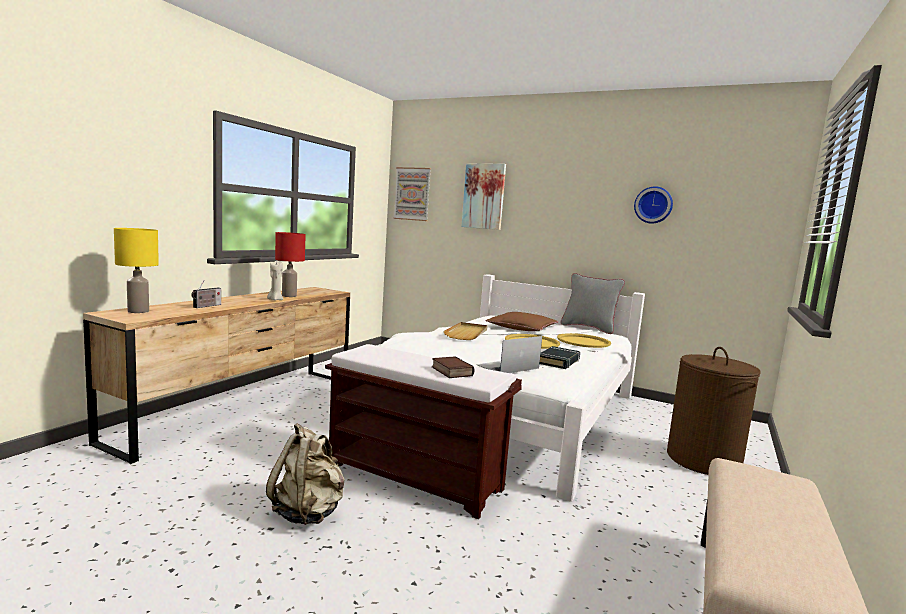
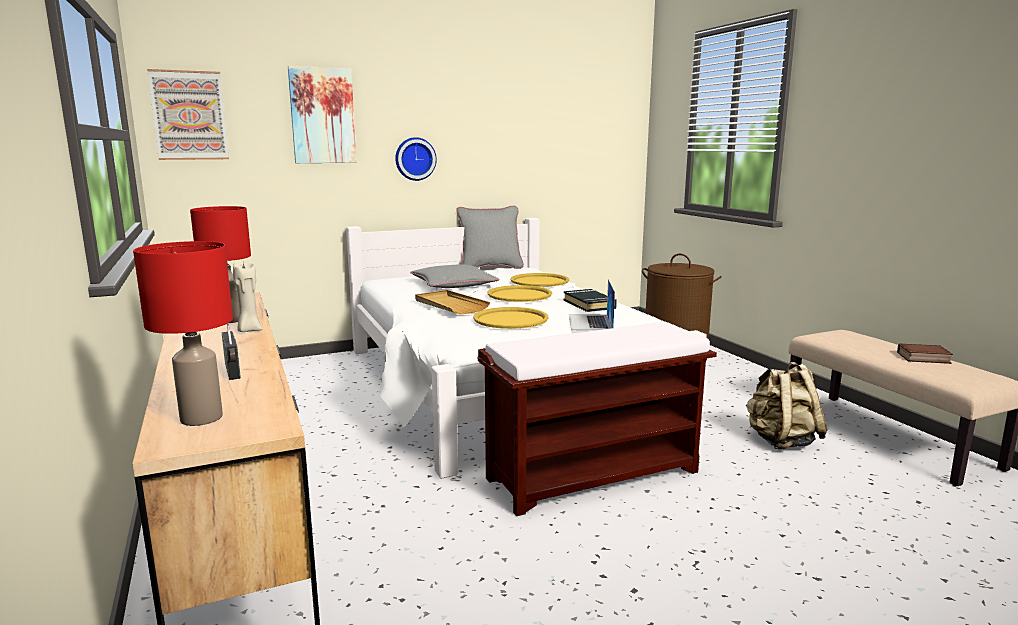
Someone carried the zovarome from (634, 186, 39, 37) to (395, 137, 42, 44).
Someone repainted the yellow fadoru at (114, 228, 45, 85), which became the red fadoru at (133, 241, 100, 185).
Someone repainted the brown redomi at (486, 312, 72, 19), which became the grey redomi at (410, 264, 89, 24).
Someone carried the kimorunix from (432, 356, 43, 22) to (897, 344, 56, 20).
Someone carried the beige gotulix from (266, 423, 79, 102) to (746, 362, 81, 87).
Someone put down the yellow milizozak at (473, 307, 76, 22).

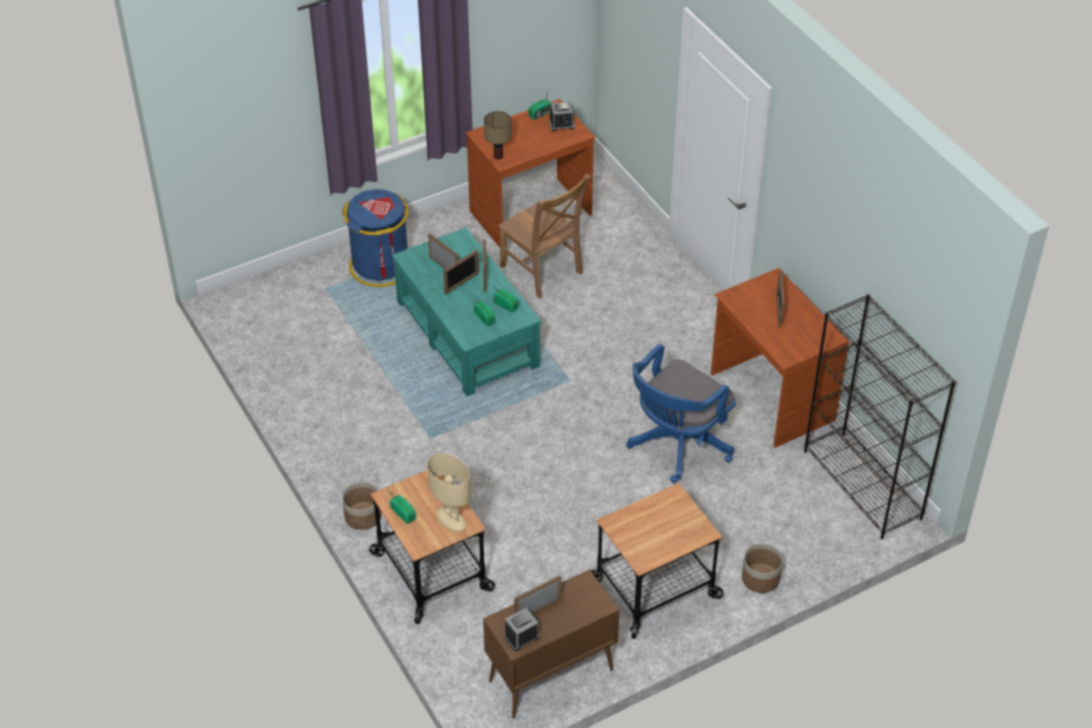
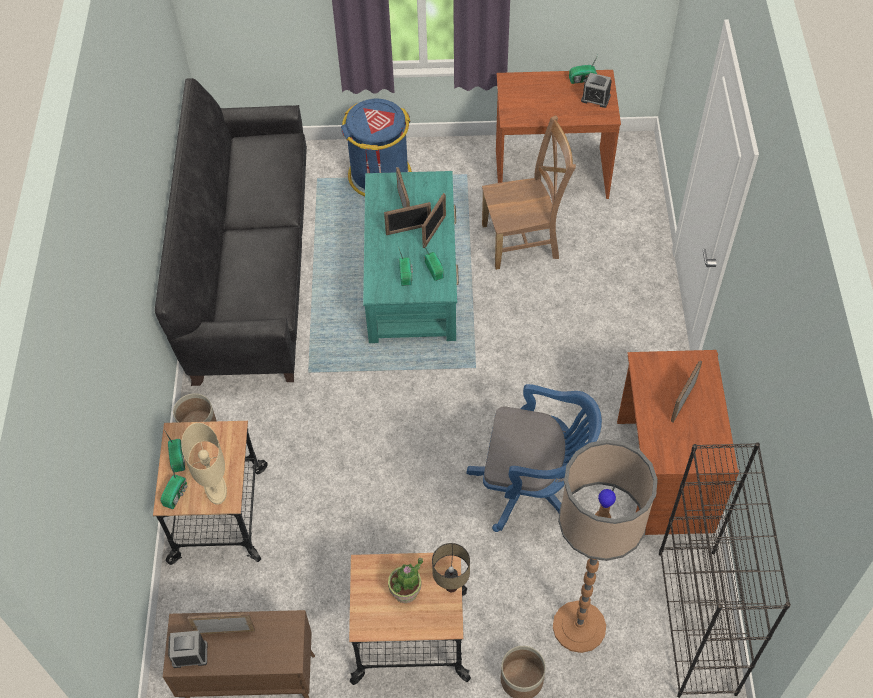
Someone carried the fadoru from (484, 111, 28, 48) to (432, 543, 38, 49).
Someone rotated the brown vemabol at (498, 174, 93, 125) by 90 degrees counterclockwise.
Someone rotated the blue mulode at (626, 344, 110, 139) by 150 degrees counterclockwise.
Someone put down the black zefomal at (155, 78, 152, 308).
Someone put down the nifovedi at (553, 439, 105, 214).
Someone put down the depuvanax at (161, 465, 26, 44).
Someone put down the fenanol at (388, 558, 35, 45).

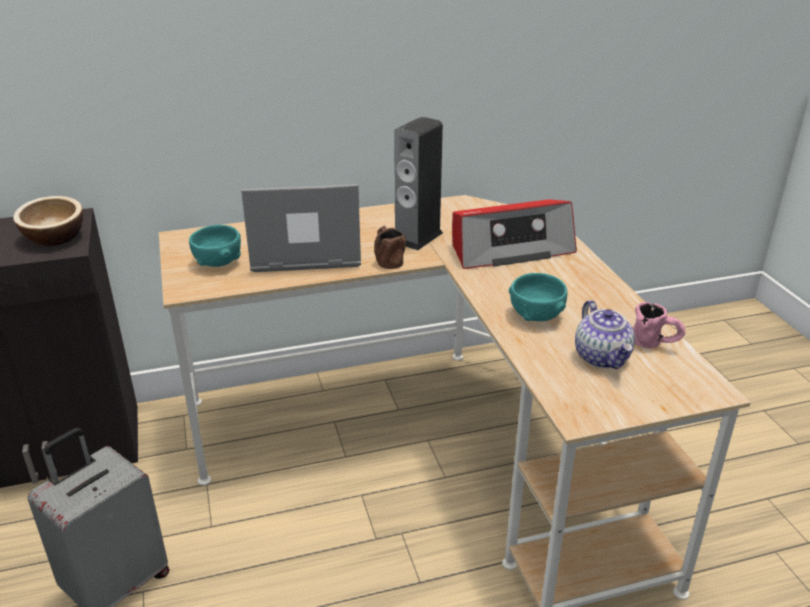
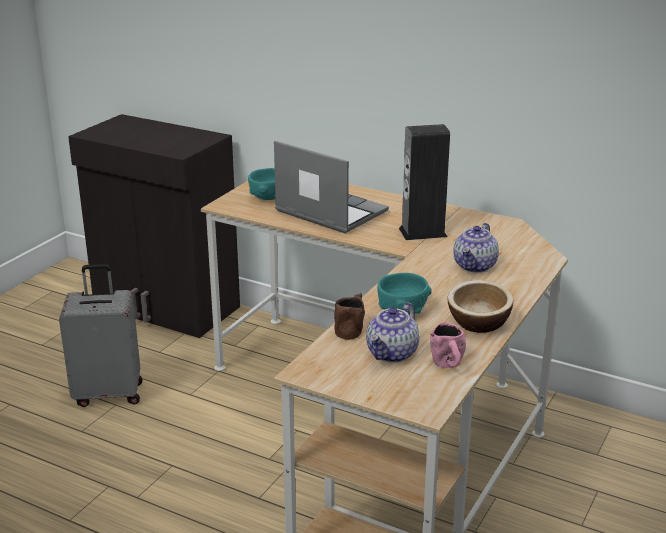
Someone carried the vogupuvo from (13, 196, 70, 50) to (448, 280, 65, 53).
Someone swapped the depuvanax at (452, 199, 125, 70) for the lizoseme at (453, 223, 46, 50).
Someone carried the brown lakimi from (374, 225, 32, 44) to (334, 293, 31, 47).

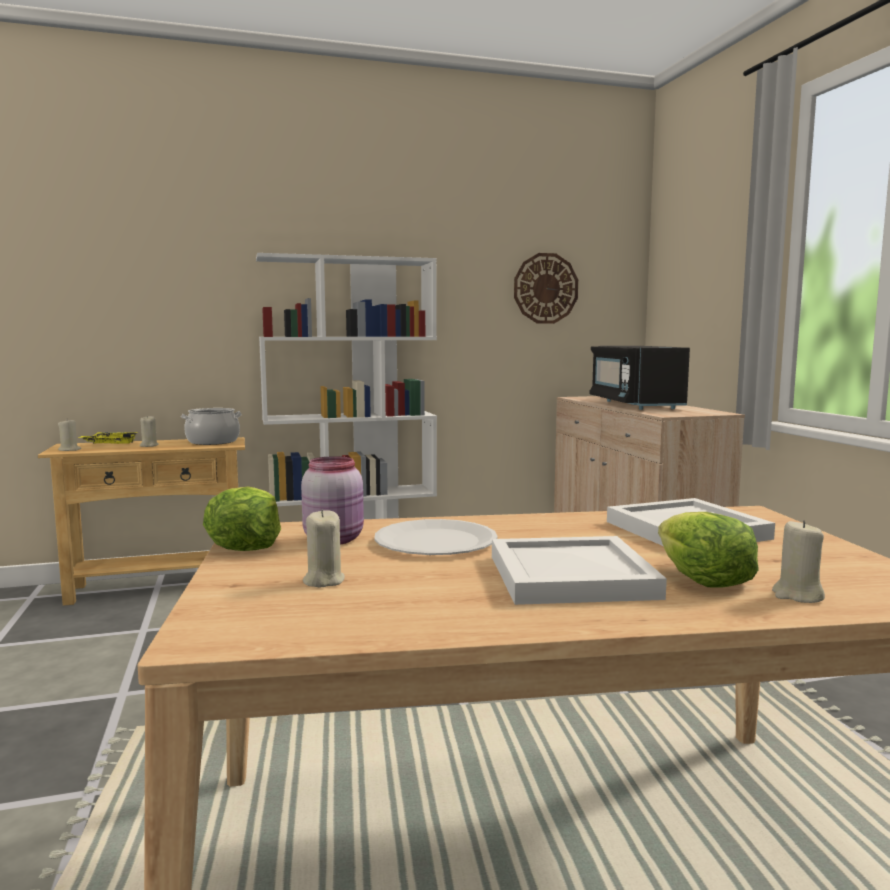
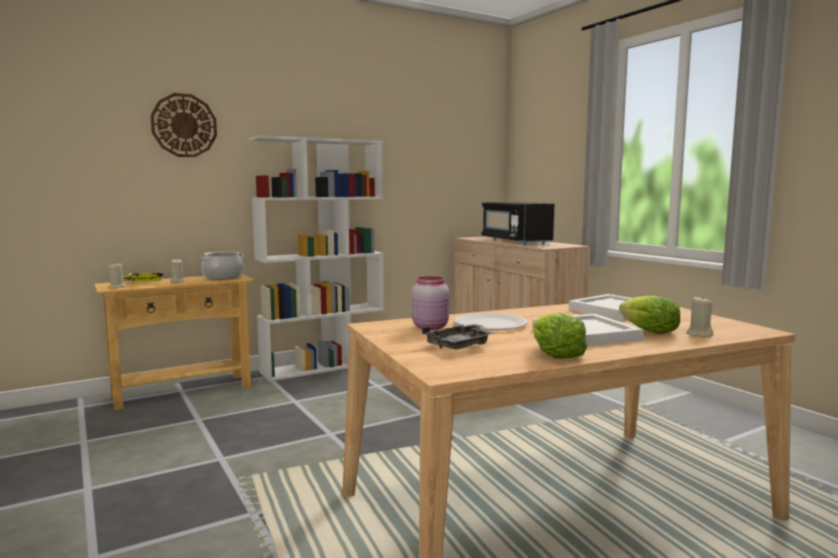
Someone carried the zovarome from (514, 253, 64, 71) to (151, 93, 66, 64).
Someone carried the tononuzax from (203, 487, 78, 64) to (533, 313, 54, 46).
Someone swapped the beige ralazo at (303, 510, 42, 77) for the grey milizozak at (422, 324, 73, 26).

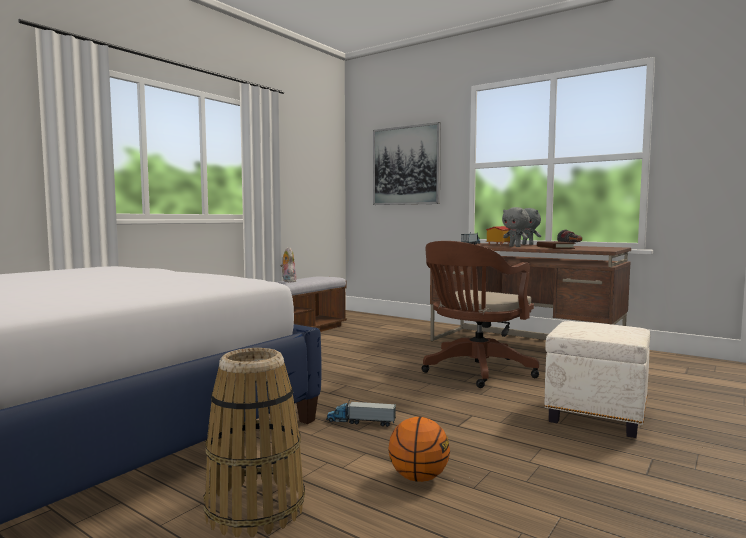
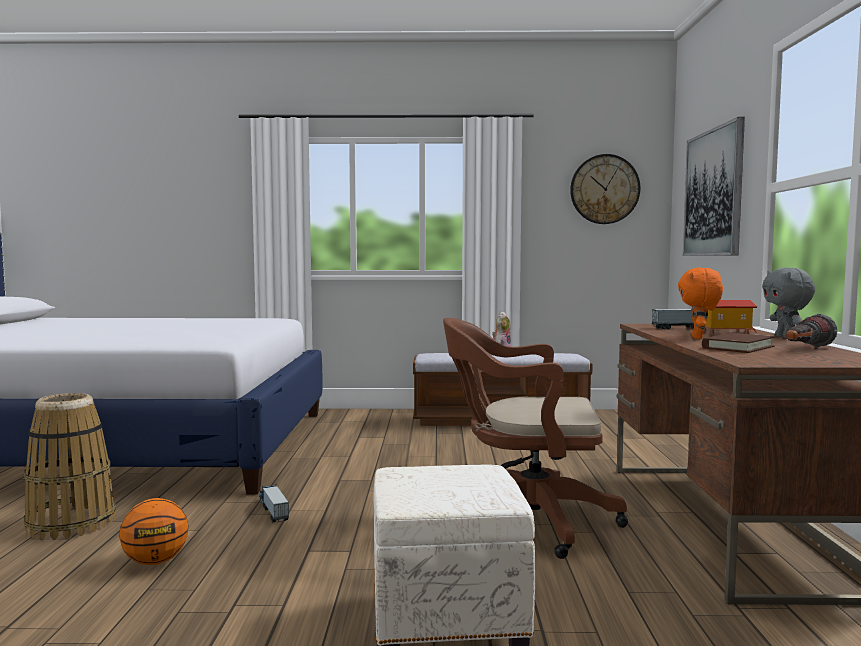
Someone repainted the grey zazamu at (502, 207, 28, 40), which became the orange zazamu at (678, 267, 45, 72).
Someone put up the zovarome at (570, 154, 70, 70).

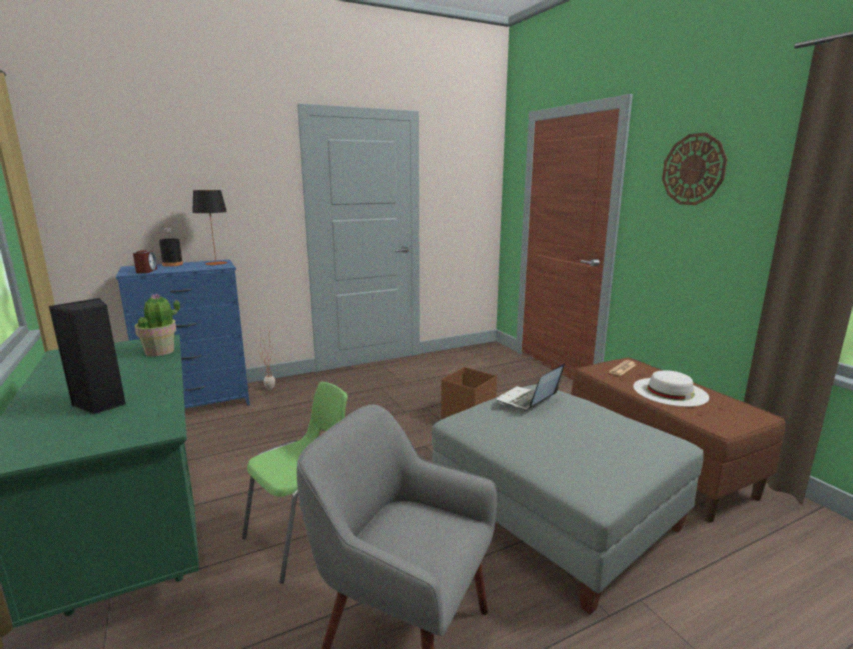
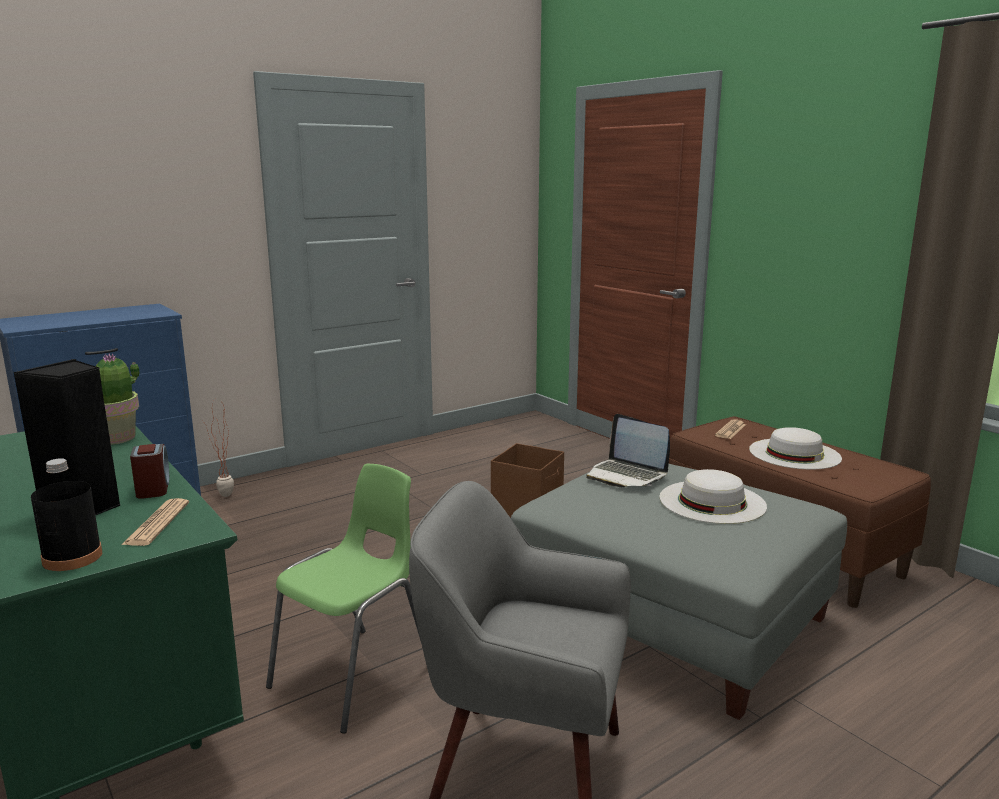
Someone took away the zovarome at (662, 133, 65, 72).
Someone took away the fadoru at (192, 190, 36, 75).
Someone carried the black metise from (159, 228, 24, 39) to (31, 458, 71, 113).
Someone carried the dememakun from (133, 250, 24, 23) to (130, 444, 40, 55).
Someone rotated the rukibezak at (497, 363, 68, 46) by 75 degrees counterclockwise.
Someone put down the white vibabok at (659, 469, 108, 55).
Someone put down the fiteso at (122, 498, 67, 48).

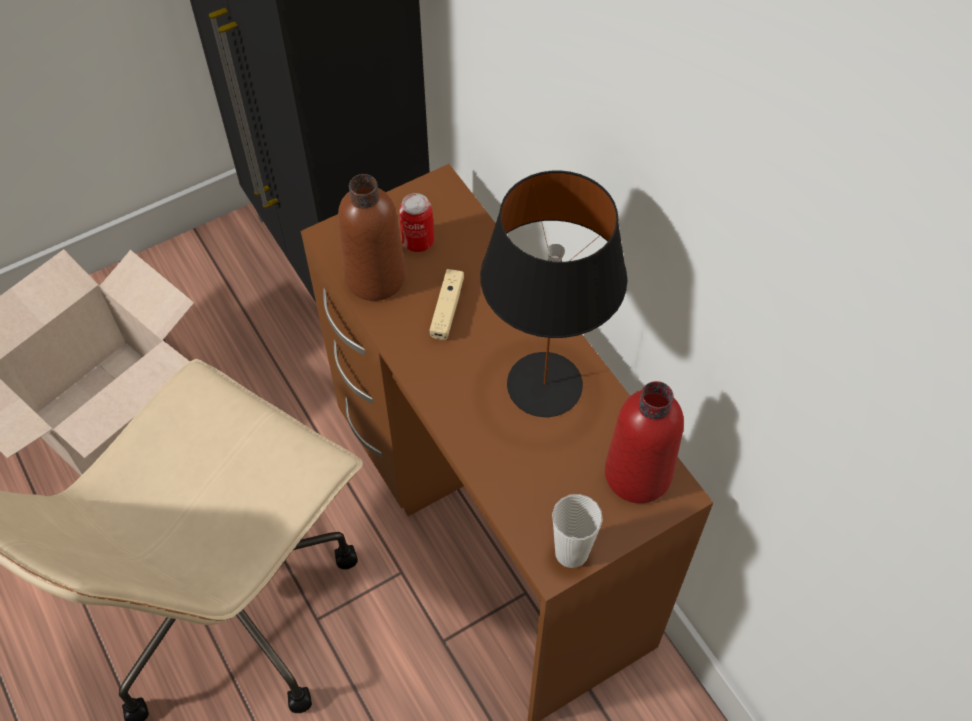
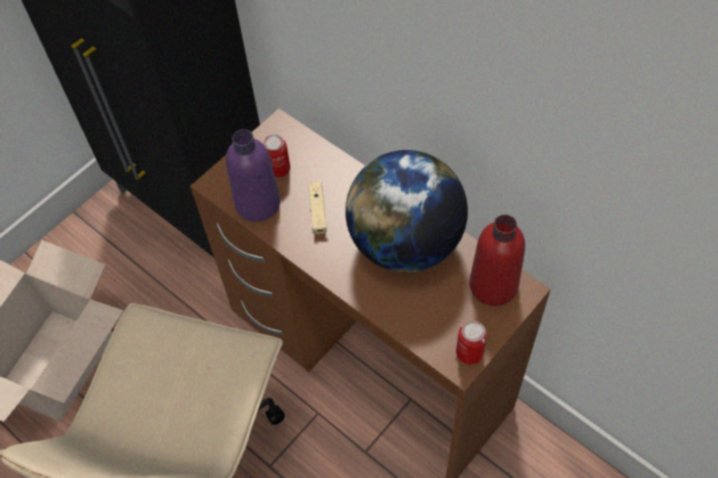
Someone swapped the black fadoru at (480, 170, 147, 247) for the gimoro at (345, 150, 123, 123).
Someone repainted the brown metise at (338, 174, 68, 127), which became the purple metise at (226, 129, 54, 93).
Someone swapped the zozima at (552, 494, 51, 74) for the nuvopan at (456, 320, 31, 44).

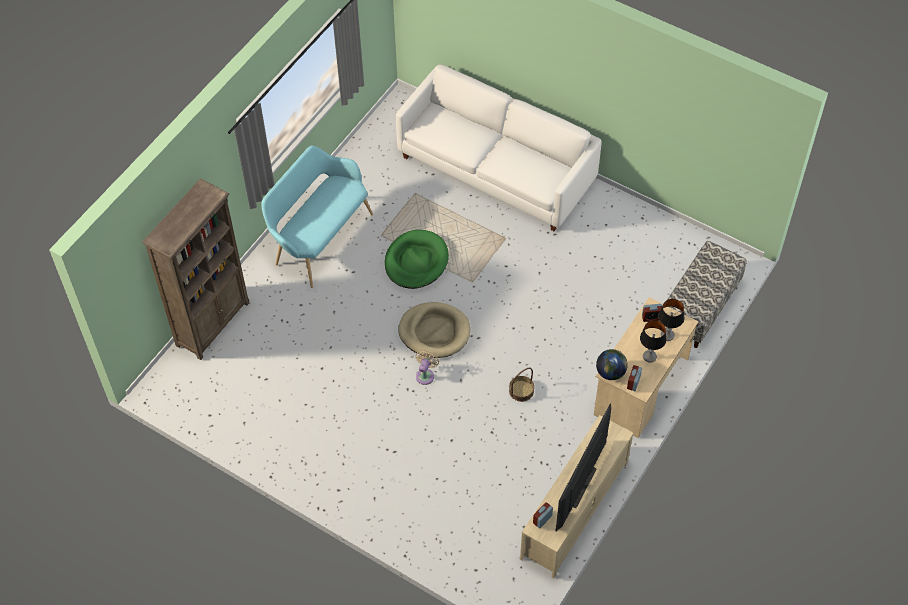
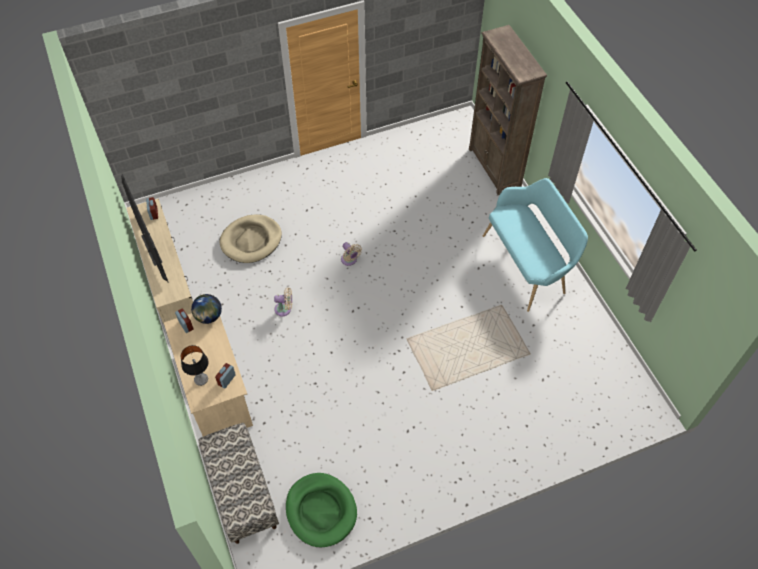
Someone took away the white zefomal at (396, 64, 206, 167).
Someone carried the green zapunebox from (385, 230, 64, 59) to (286, 473, 71, 74).
Someone carried the beige zapunebox from (398, 302, 72, 56) to (219, 214, 63, 49).
Someone took away the fadoru at (640, 320, 26, 43).
Someone swapped the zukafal at (509, 368, 25, 34) for the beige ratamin at (274, 288, 18, 29).

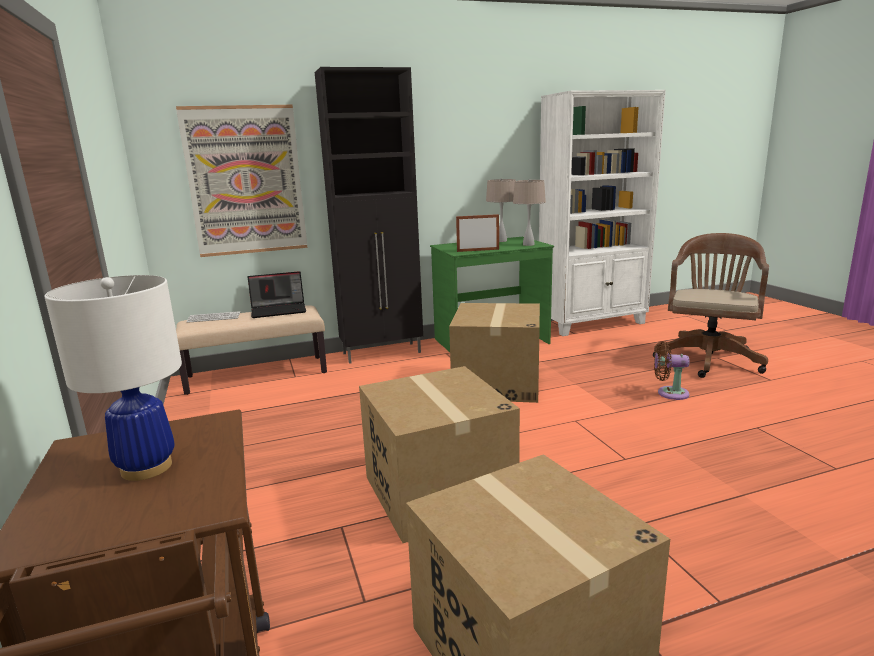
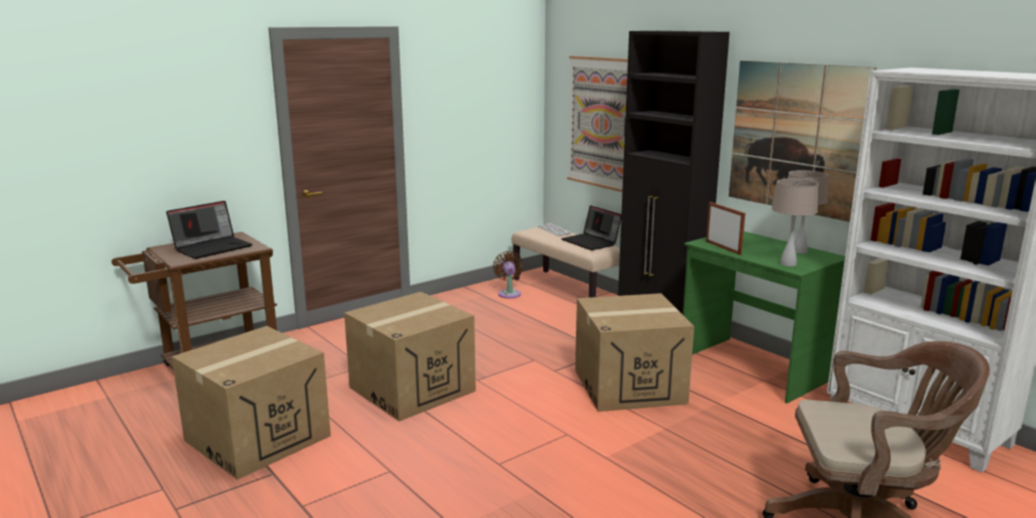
Someone swapped the white fadoru at (44, 275, 138, 206) for the rukibezak at (166, 201, 87, 58).
Someone carried the brown ratamin from (654, 341, 36, 59) to (493, 251, 31, 48).
Someone put up the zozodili at (729, 61, 147, 161).

